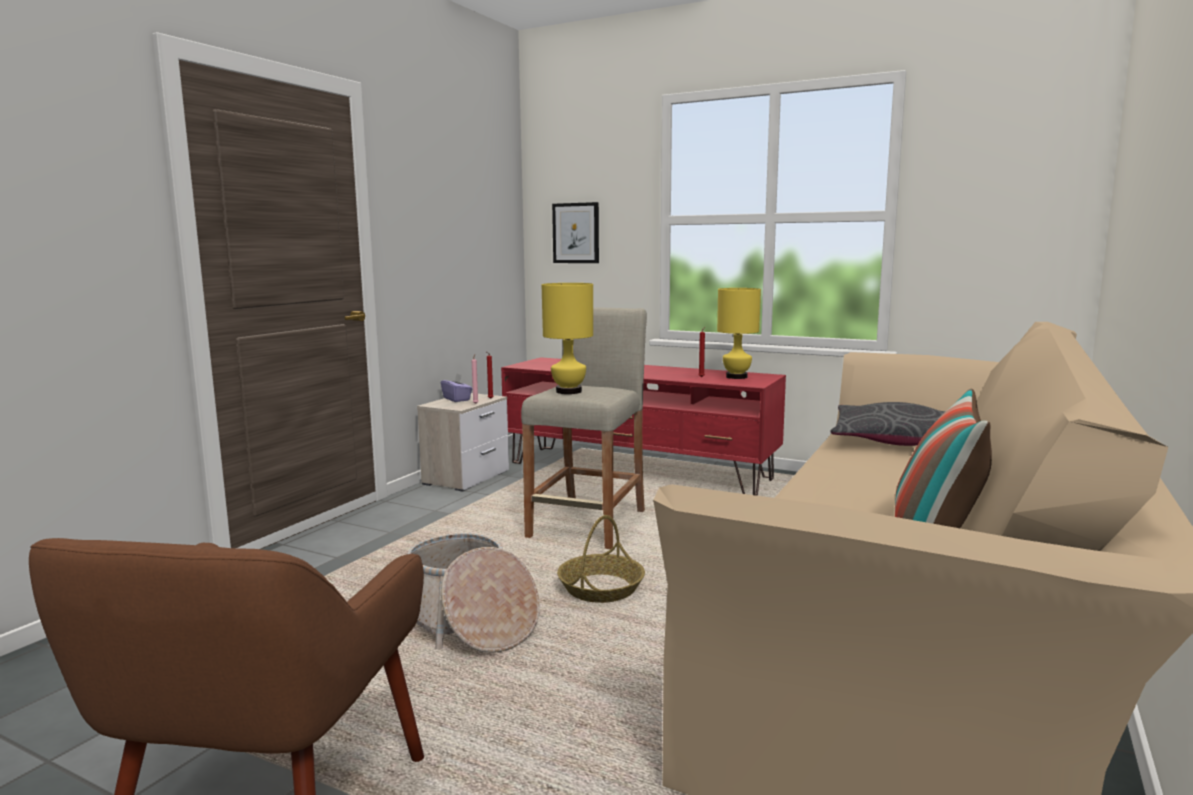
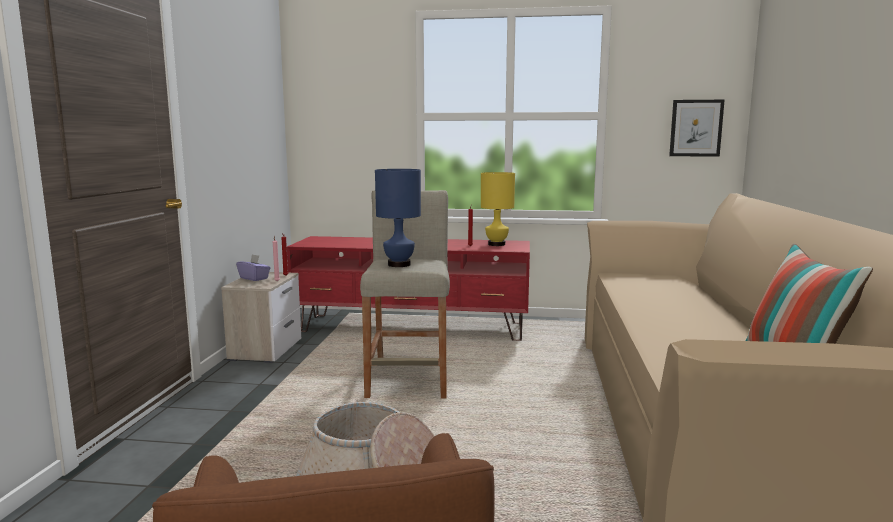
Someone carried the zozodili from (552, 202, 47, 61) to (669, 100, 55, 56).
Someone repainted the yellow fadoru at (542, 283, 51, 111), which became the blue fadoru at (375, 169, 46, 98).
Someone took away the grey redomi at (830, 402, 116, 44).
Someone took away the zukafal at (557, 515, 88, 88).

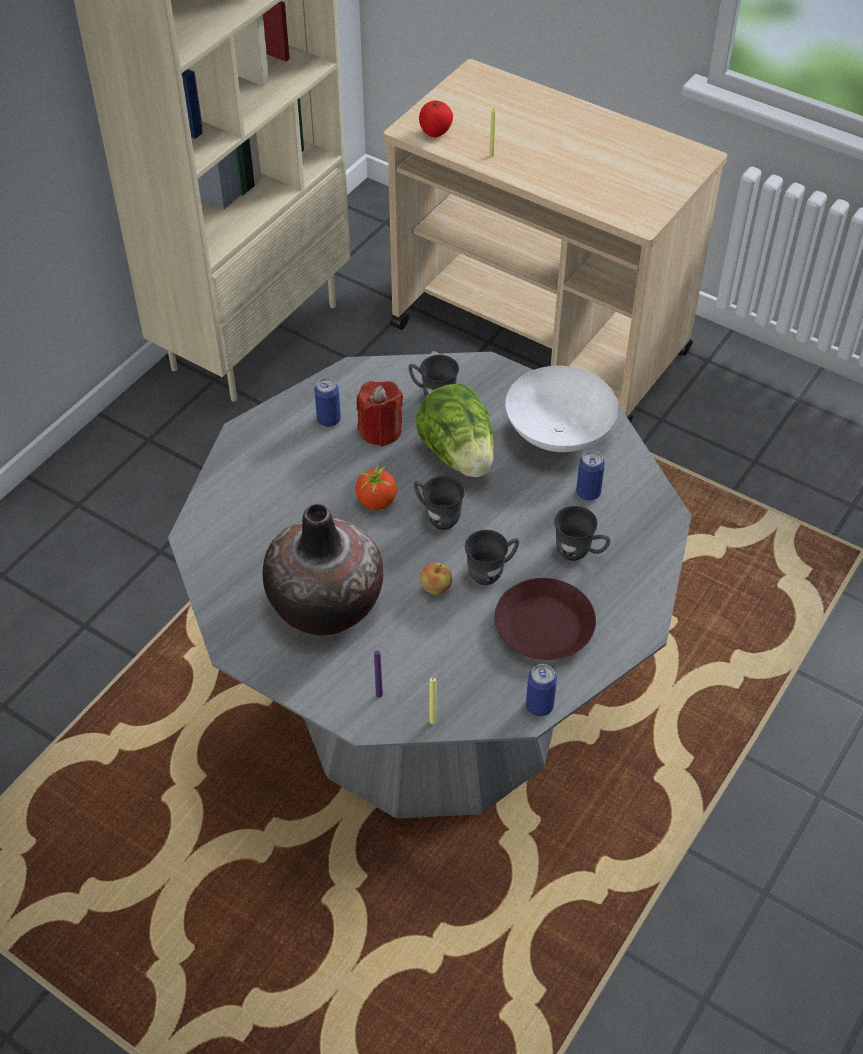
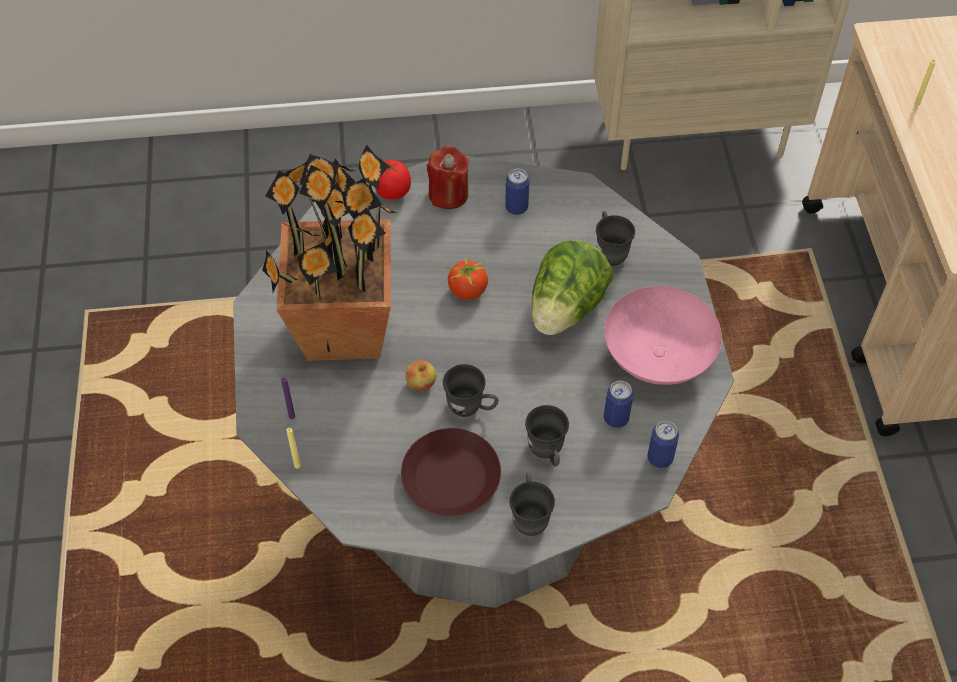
Someone carried the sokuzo from (419, 100, 34, 37) to (375, 160, 36, 40).
Someone repainted the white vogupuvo at (505, 366, 113, 86), which became the pink vogupuvo at (604, 286, 118, 99).
Someone carried the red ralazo from (357, 381, 46, 66) to (427, 146, 42, 63).
Someone carried the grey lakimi from (414, 476, 51, 54) to (509, 472, 46, 64).
Someone swapped the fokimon at (263, 504, 120, 132) for the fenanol at (262, 145, 135, 216).
Someone carried the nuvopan from (526, 664, 31, 52) to (647, 421, 32, 47).

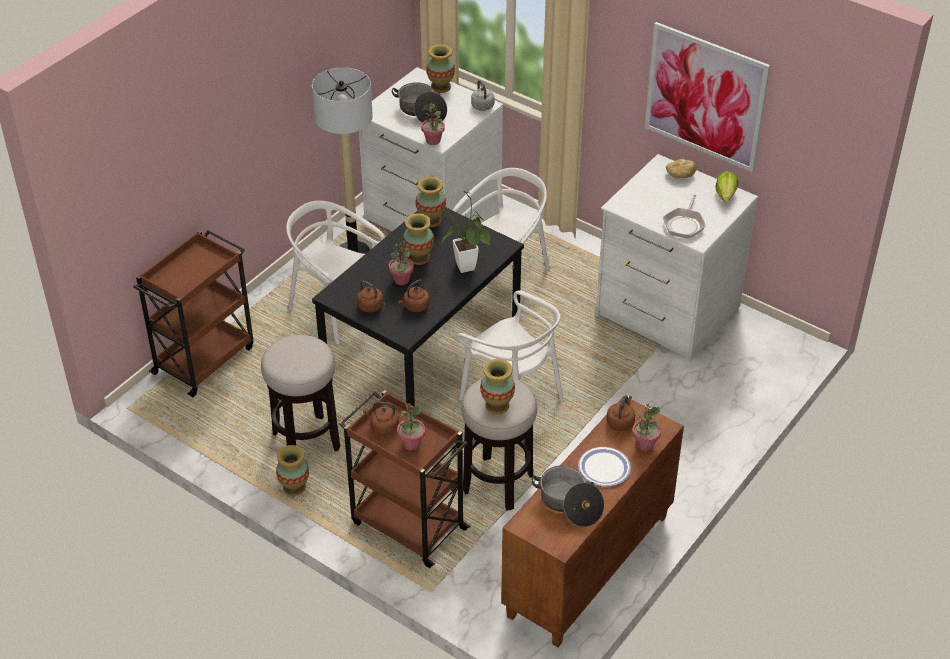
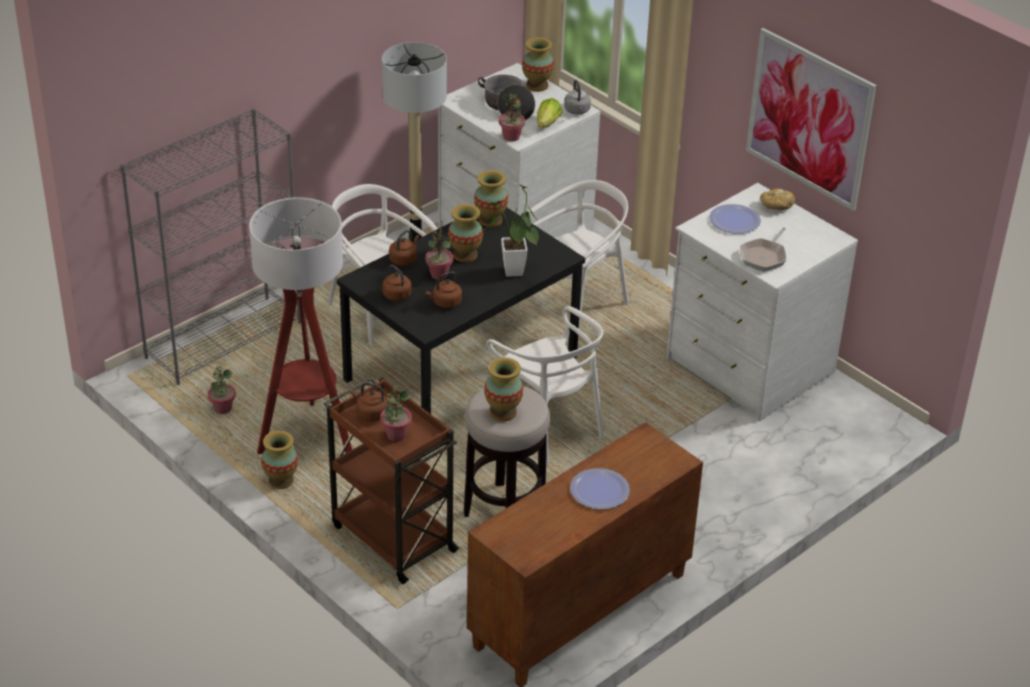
Someone carried the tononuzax from (715, 171, 23, 31) to (537, 98, 26, 30).
Someone swapped the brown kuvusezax at (133, 230, 121, 167) for the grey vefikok at (120, 108, 181, 277).
Someone swapped the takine at (261, 335, 79, 117) for the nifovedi at (249, 197, 103, 258).
Someone carried the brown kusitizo from (606, 395, 29, 36) to (389, 230, 30, 36).
Someone carried the fenanol from (633, 404, 28, 47) to (208, 366, 28, 48).
Someone took away the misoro at (532, 465, 72, 62).
Someone put down the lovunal at (709, 204, 52, 30).

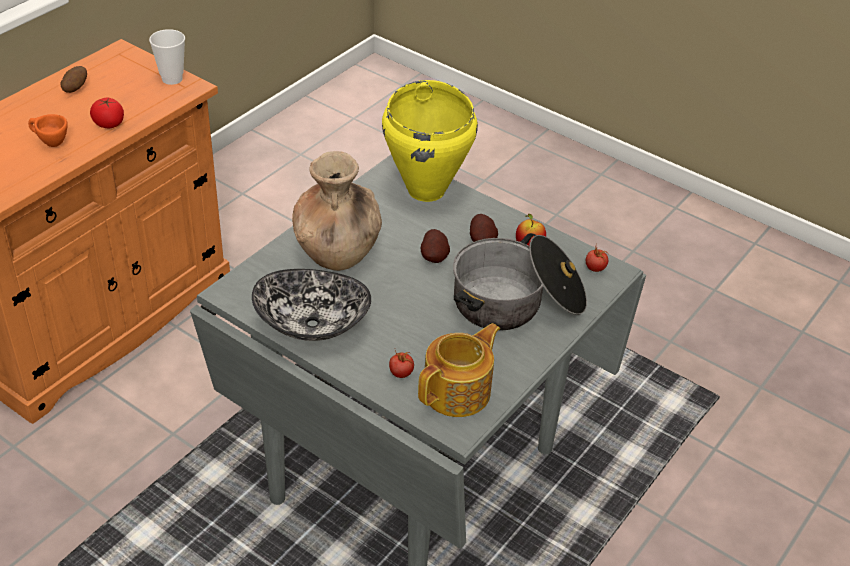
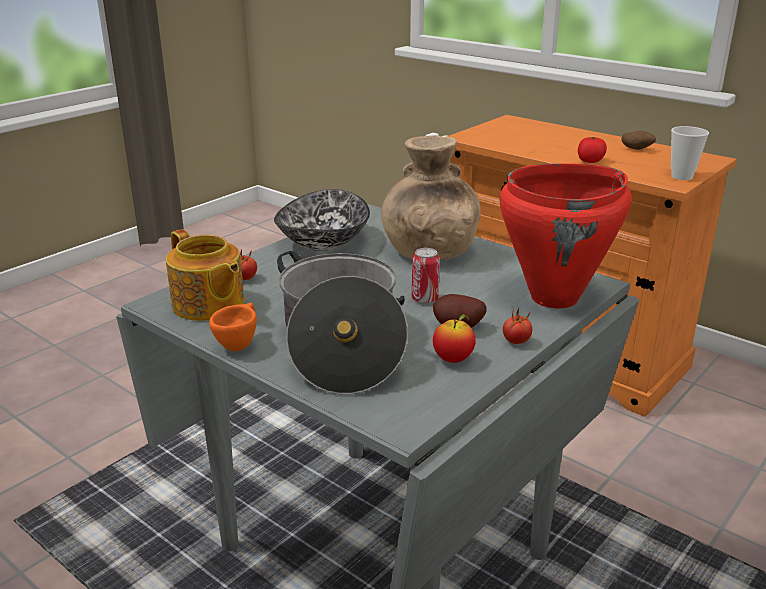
Someone repainted the yellow misoro at (382, 80, 96, 122), which became the red misoro at (500, 163, 131, 145).
Someone carried the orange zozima from (28, 114, 40, 33) to (209, 303, 48, 48).
Someone swapped the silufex at (421, 229, 29, 34) for the nuvopan at (412, 248, 28, 56).
Someone carried the sokuzo from (586, 247, 22, 25) to (503, 308, 29, 36).

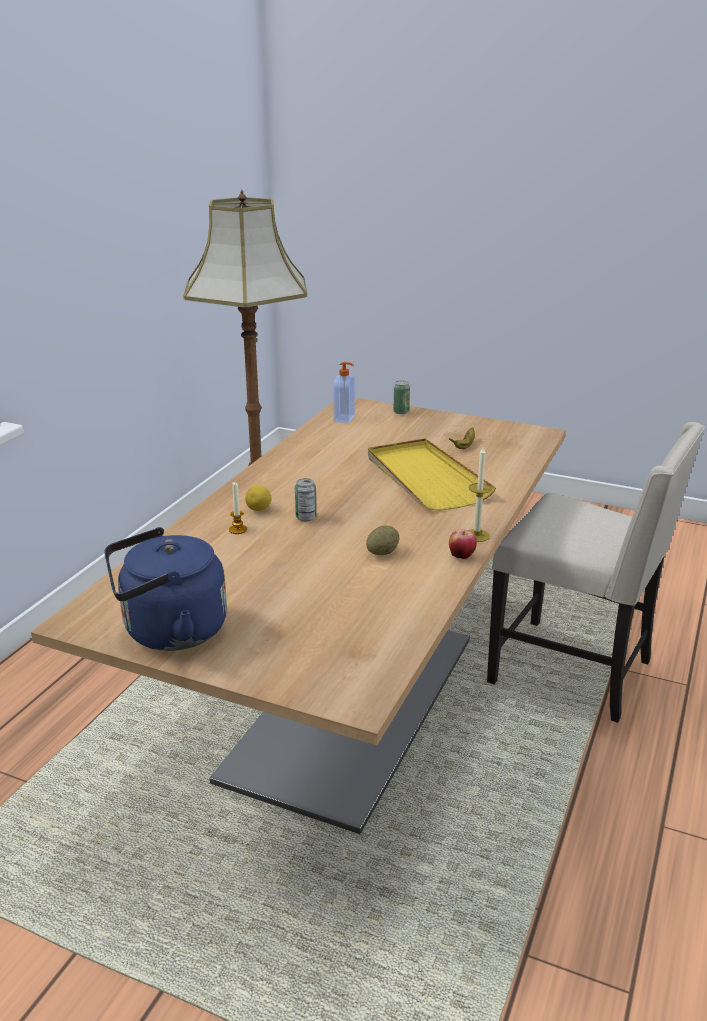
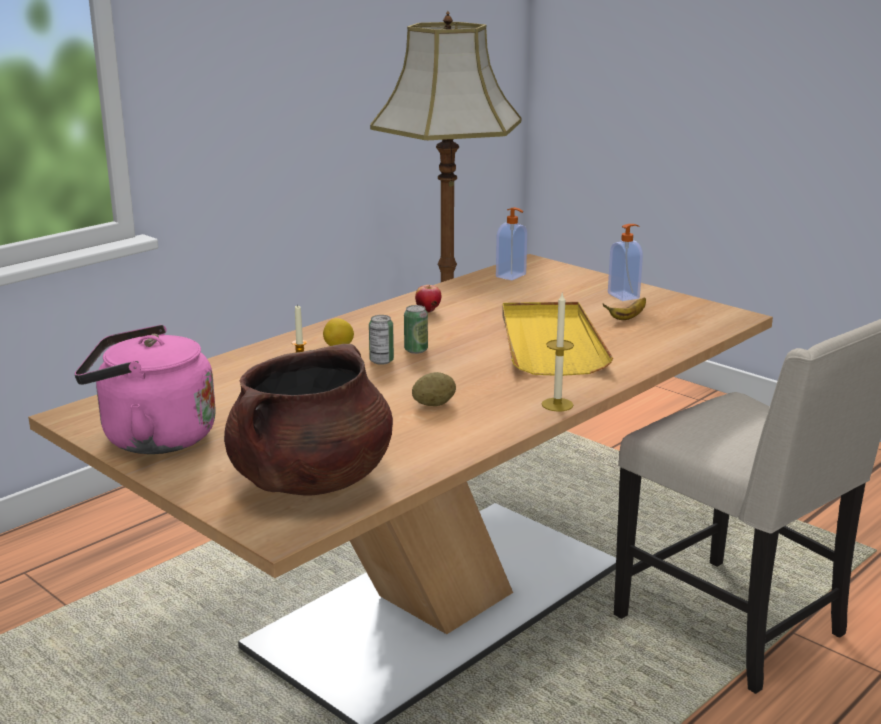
Someone carried the nuvopan from (393, 381, 17, 33) to (404, 305, 24, 49).
Someone repainted the blue kusitizo at (104, 527, 123, 124), which became the pink kusitizo at (75, 325, 141, 129).
Someone carried the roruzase from (449, 529, 28, 30) to (415, 285, 26, 28).
Someone put down the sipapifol at (608, 224, 35, 77).
Someone put down the brown misoro at (224, 344, 169, 152).

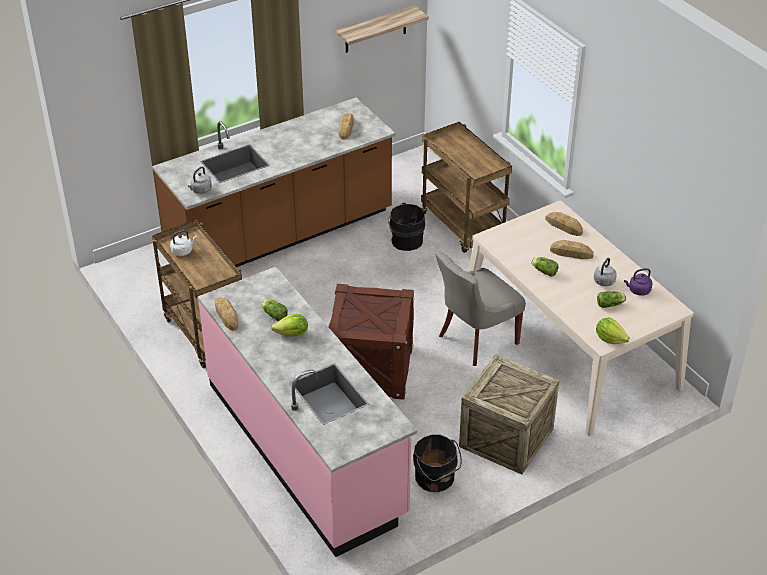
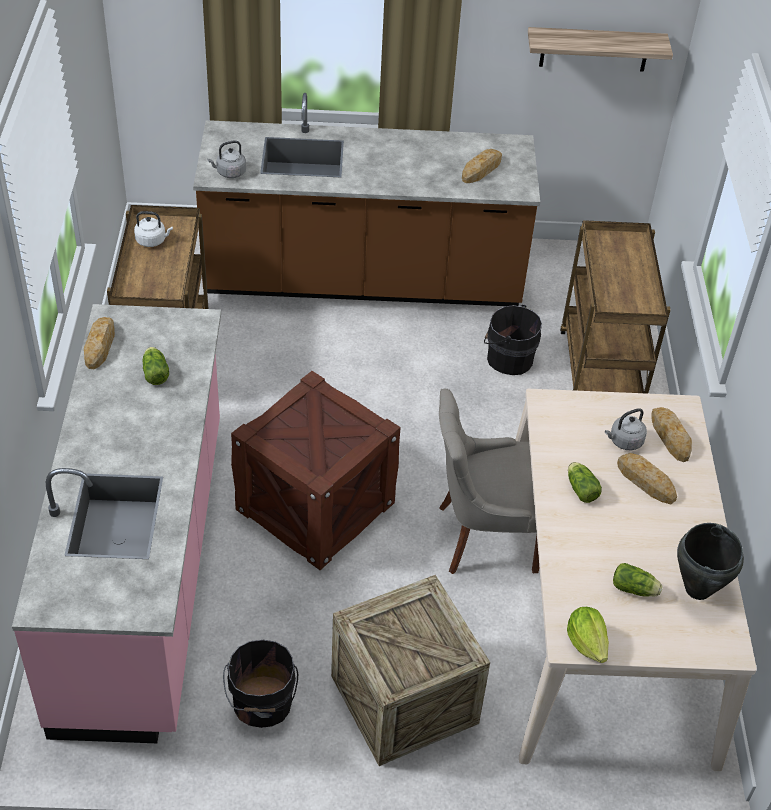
Someone carried the grey kusitizo from (594, 258, 23, 28) to (605, 408, 42, 42).
Someone swapped the purple kusitizo at (624, 268, 29, 28) for the black misoro at (677, 523, 67, 77).
Someone took away the tononuzax at (271, 314, 37, 23).

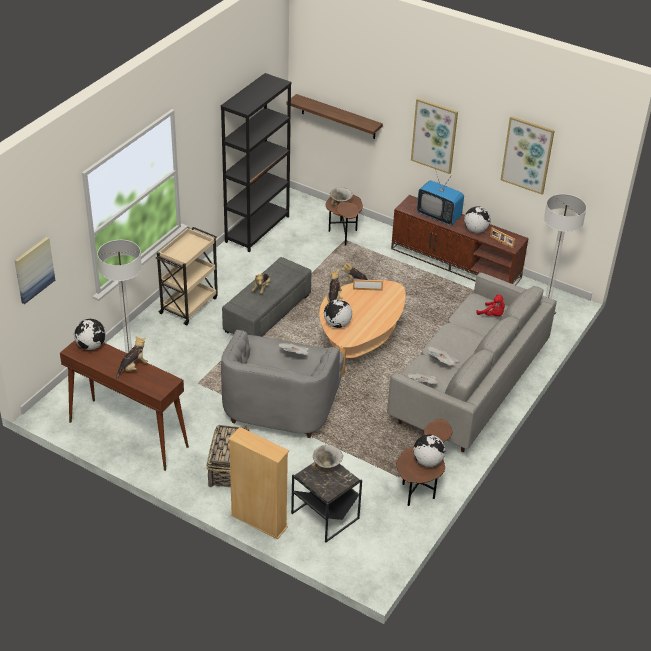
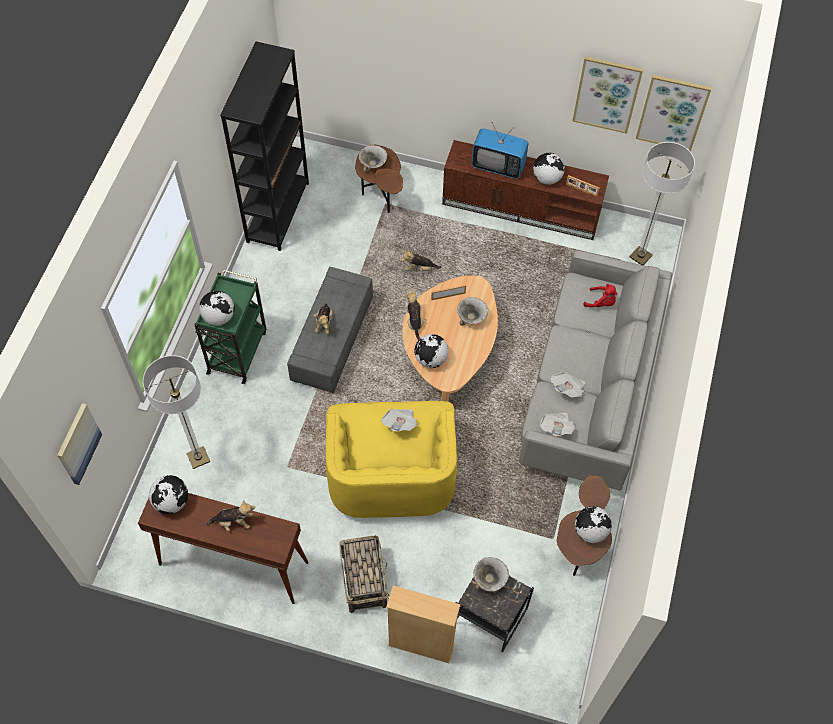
Someone took away the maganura at (286, 94, 97, 45).
Someone carried the zozodili from (411, 98, 47, 76) to (636, 75, 76, 76).
Someone repainted the beige kuvusezax at (156, 227, 62, 98), which became the green kuvusezax at (194, 270, 72, 114).
Someone repainted the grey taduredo at (221, 329, 123, 109), which became the yellow taduredo at (326, 401, 131, 117).
Someone rotated the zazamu at (116, 336, 32, 43) by 60 degrees clockwise.
Someone put down the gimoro at (199, 291, 36, 35).
Someone put down the vogupuvo at (457, 297, 31, 29).

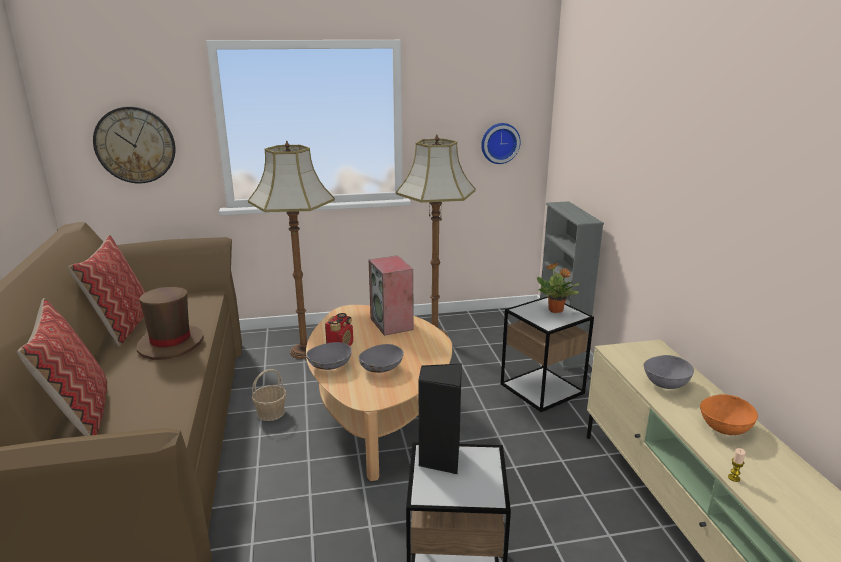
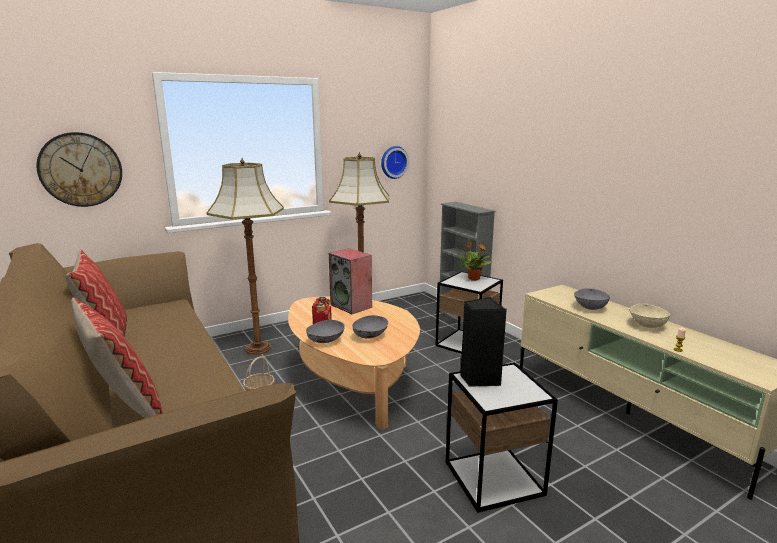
Someone took away the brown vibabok at (136, 287, 68, 73).
Someone repainted the orange vogupuvo at (700, 394, 58, 41), which became the beige vogupuvo at (629, 304, 41, 24).

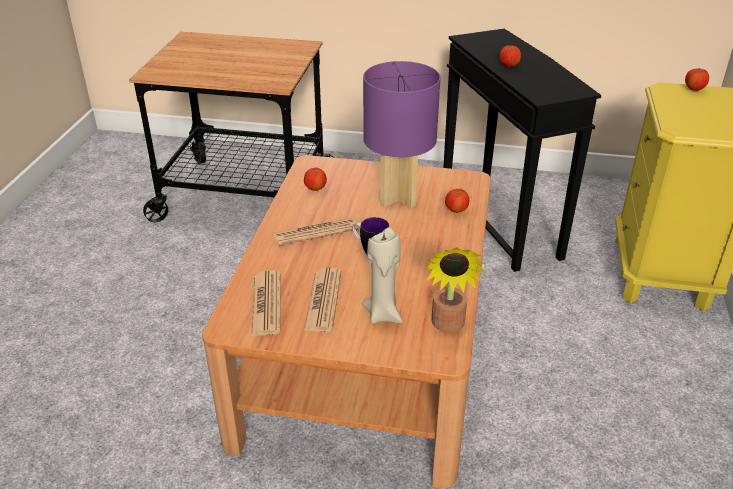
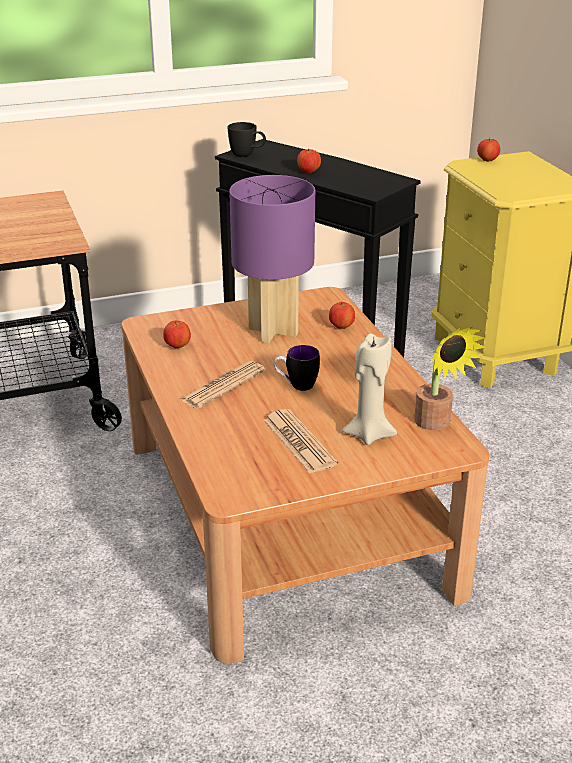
Someone took away the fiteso at (251, 270, 30, 66).
Someone put down the black lakimi at (227, 122, 39, 35).

